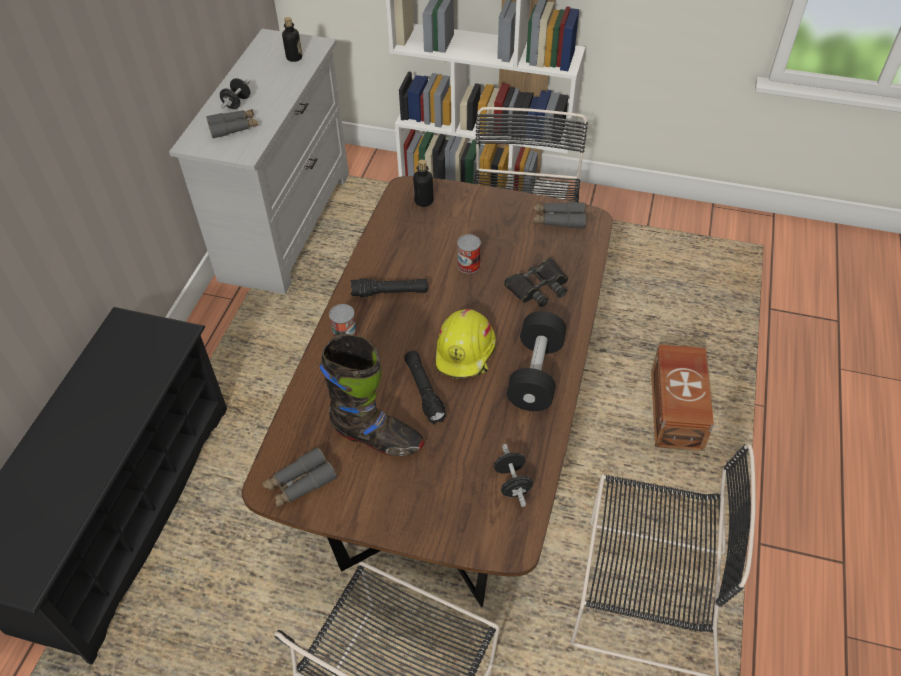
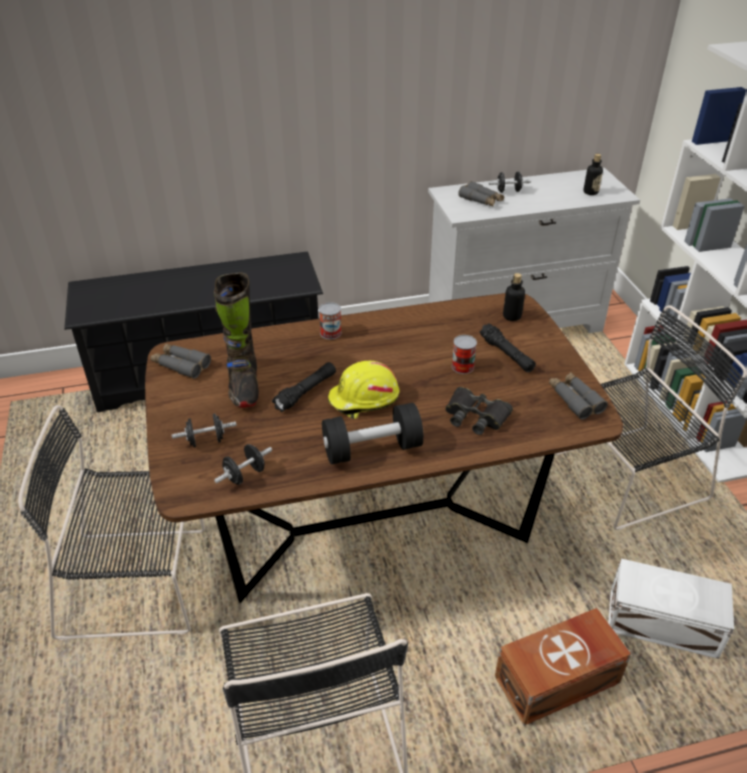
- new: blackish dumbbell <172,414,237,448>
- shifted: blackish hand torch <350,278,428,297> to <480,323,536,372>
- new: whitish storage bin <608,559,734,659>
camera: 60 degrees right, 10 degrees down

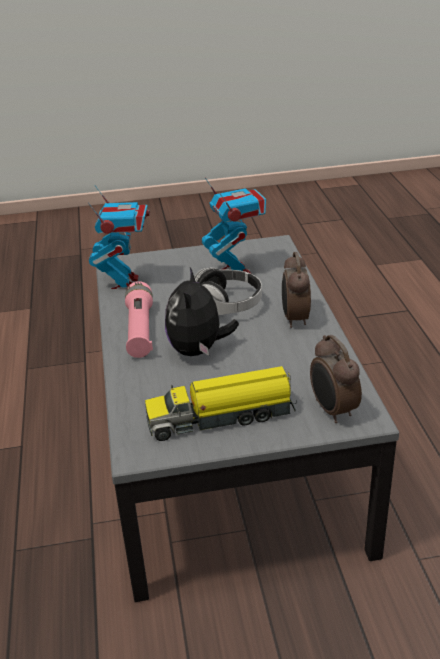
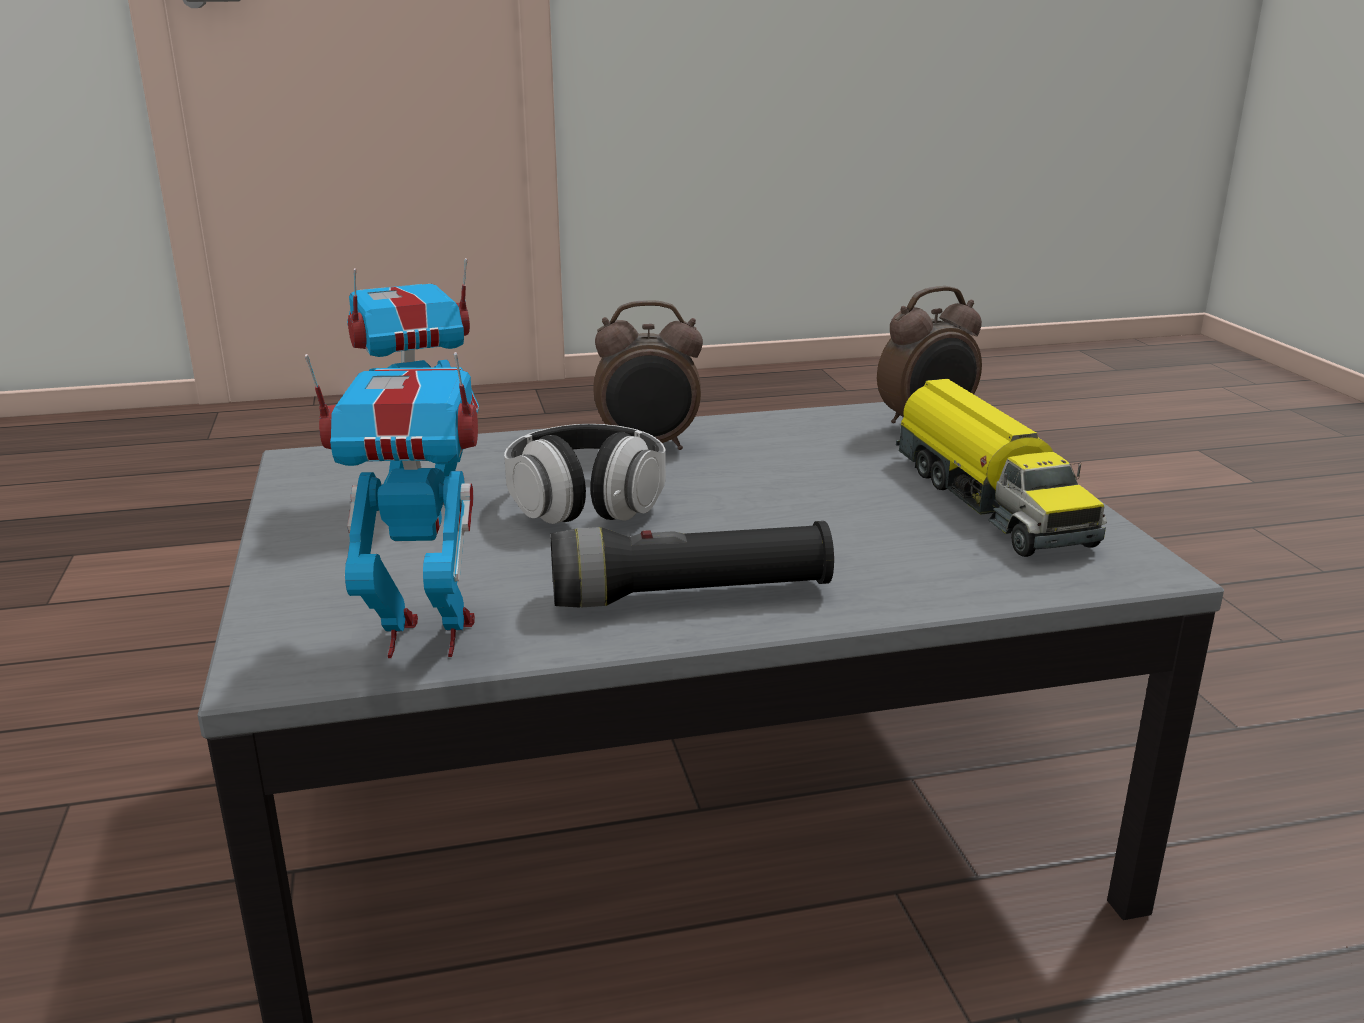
- repainted: pinkish hand torch <125,281,153,358> to blackish hand torch <551,521,834,608>
- gone: soft toy <165,267,239,356>
camera: 95 degrees left, 10 degrees down

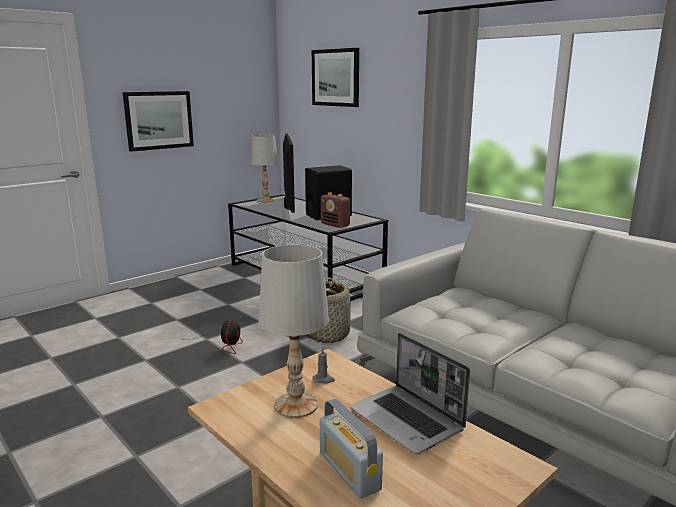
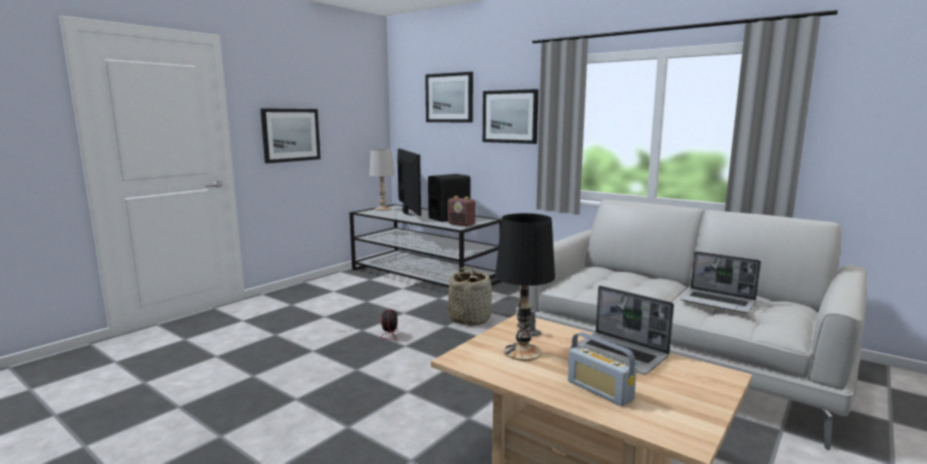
- new: picture <483,89,539,144>
- repainted: whitish lamp for a table <258,245,329,418> to blackish lamp for a table <495,213,555,361>
- new: laptop <680,251,761,313>
camera: 10 degrees left, 5 degrees down

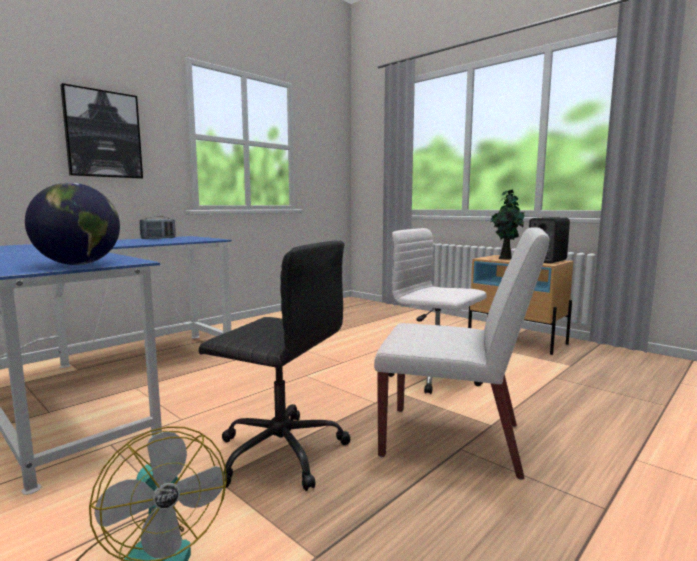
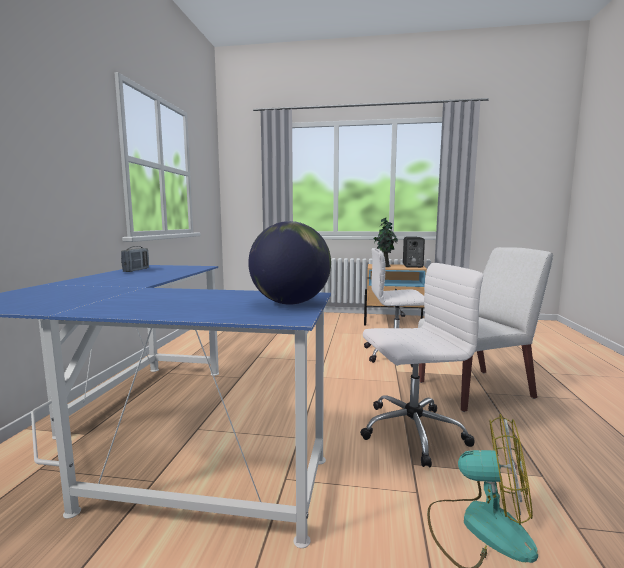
- repainted: blackish computer chair <199,241,351,491> to whitish computer chair <361,263,483,467>
- gone: picture <60,83,143,179>
camera: 35 degrees left, 0 degrees up

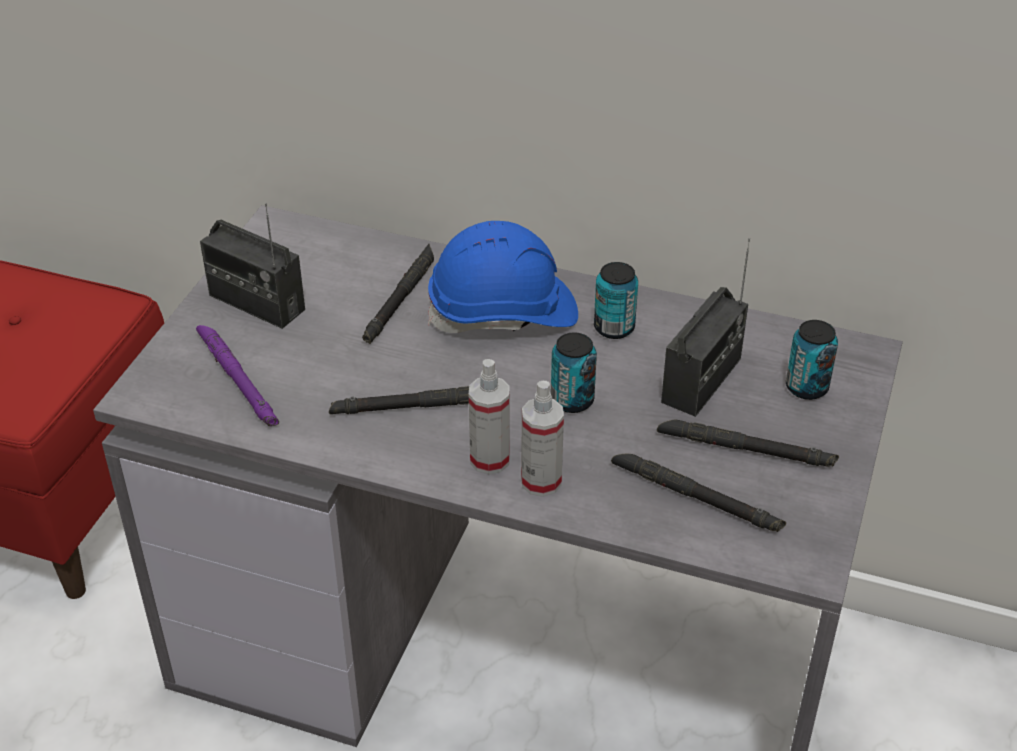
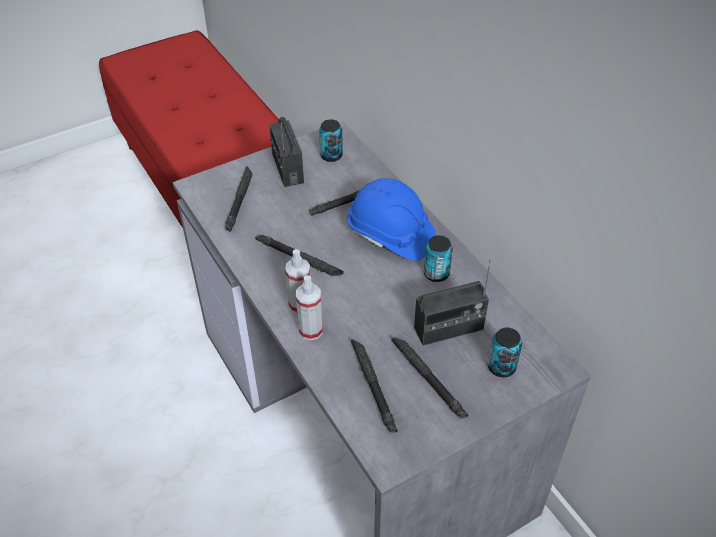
- repainted: purple-coloured hand torch <196,325,279,426> to blackish hand torch <225,166,252,232>
- shifted: metal can <551,332,597,413> to <319,119,343,162>
camera: 40 degrees right, 5 degrees up

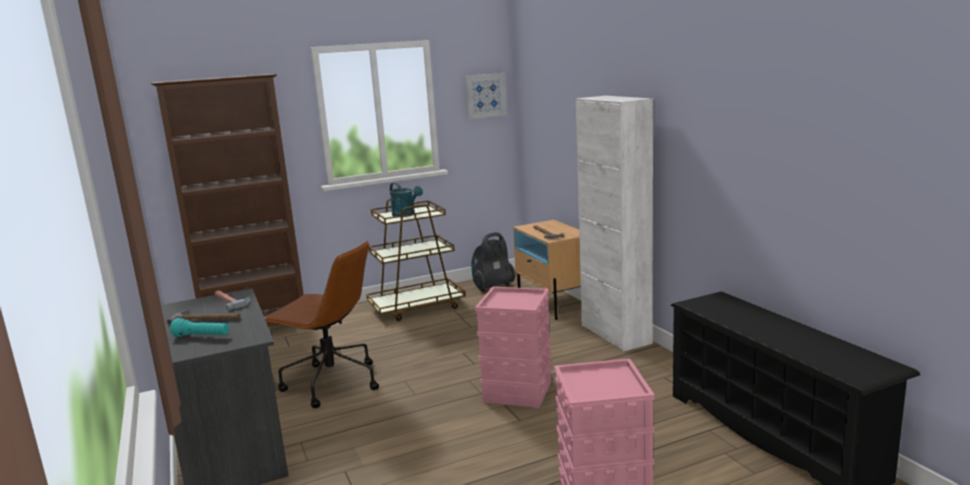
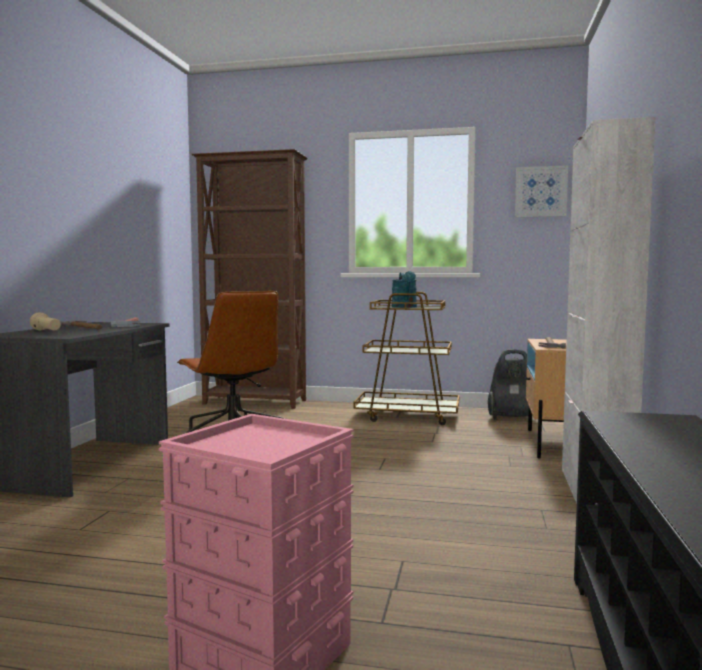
- repainted: blue-green hand torch <170,318,229,337> to sand-coloured hand torch <30,312,61,330>
- gone: pinkish storage bin <475,287,552,408>
camera: 35 degrees right, 10 degrees down

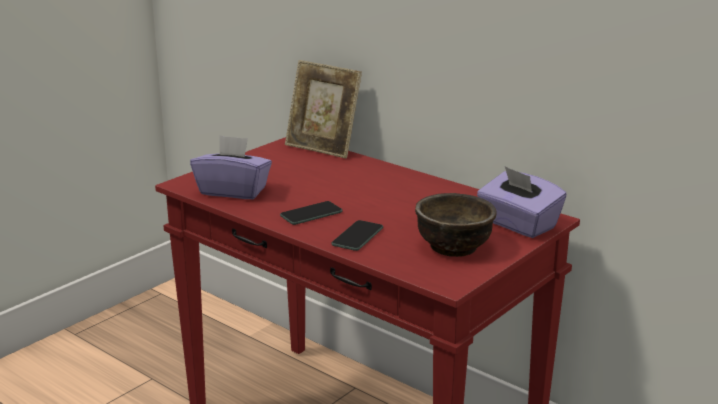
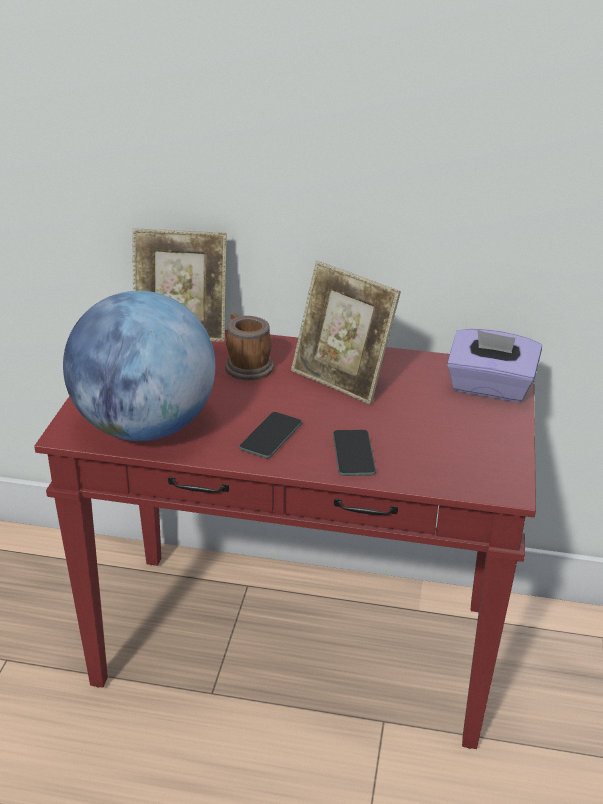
- swapped: purple-coloured box of tissues <190,135,272,199> to desk globe <63,291,215,441>
- new: coffee mug <225,313,274,380>
- new: picture frame <291,260,401,404>
- gone: brown-coloured deep dish <415,193,497,257>
camera: 30 degrees left, 10 degrees up

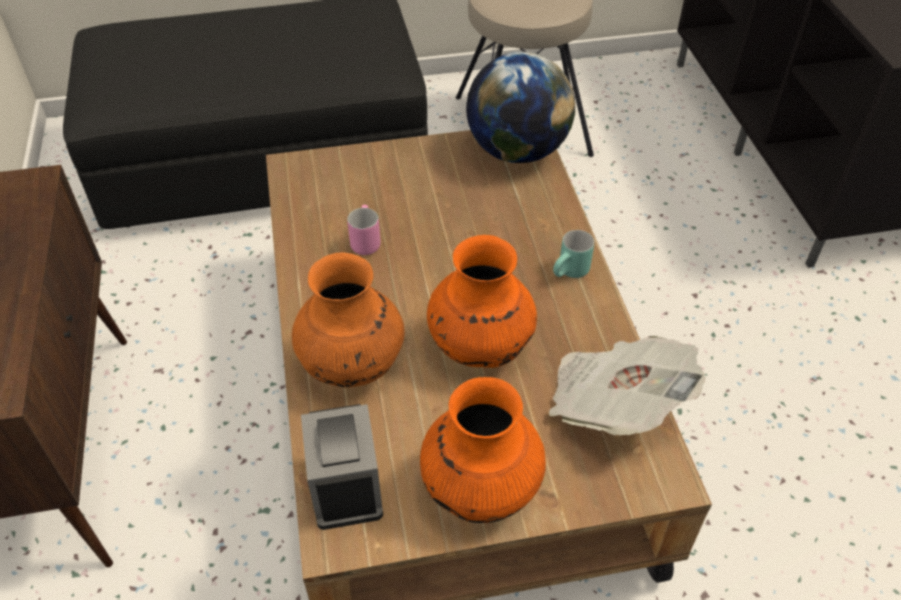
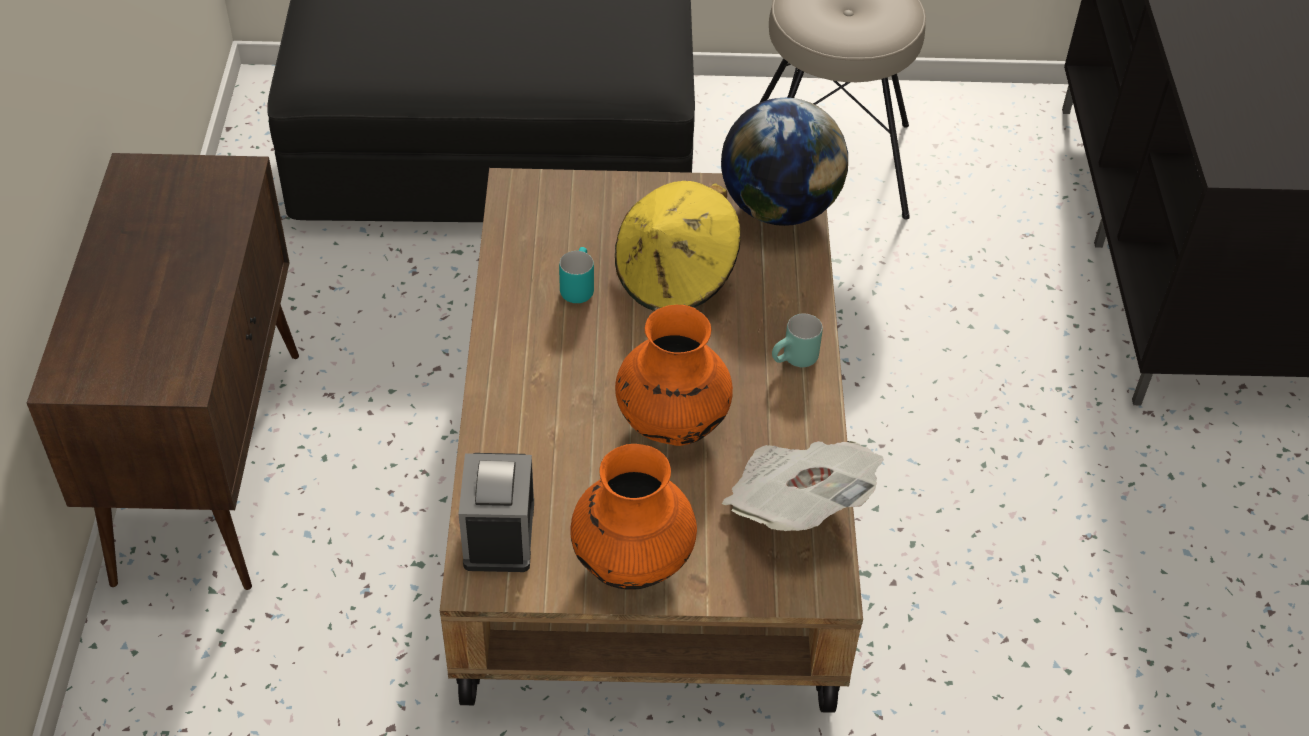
- repainted: pinkish coffee mug <347,205,381,255> to blue-green coffee mug <559,247,594,303>
- new: yellow clothing hat <615,181,741,311>
- gone: orangey decorative vase <292,253,405,387>
camera: 10 degrees right, 0 degrees up

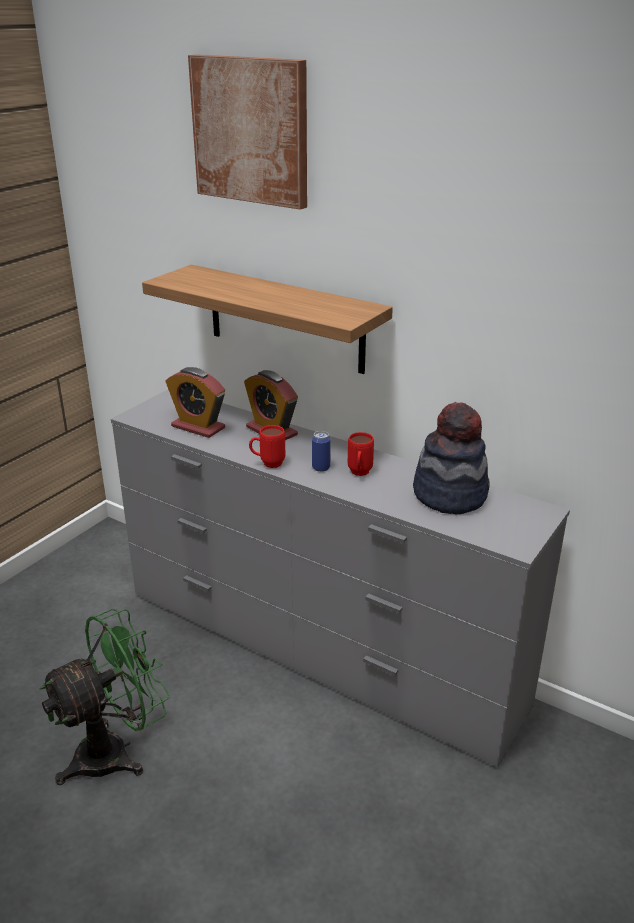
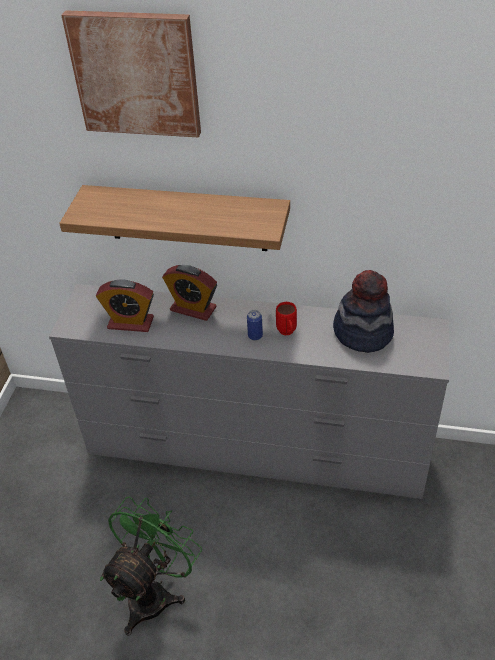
- gone: red coffee mug <249,425,285,468>
camera: 20 degrees left, 15 degrees up

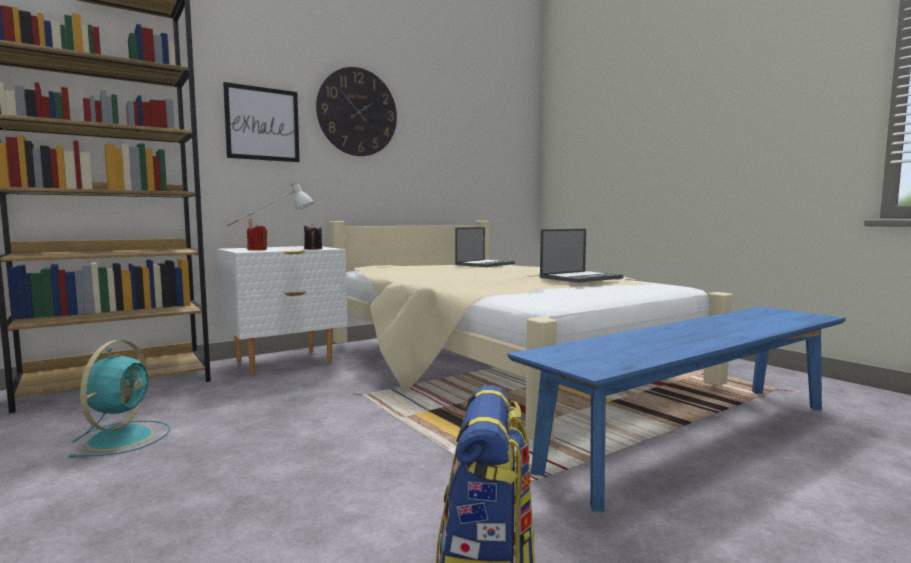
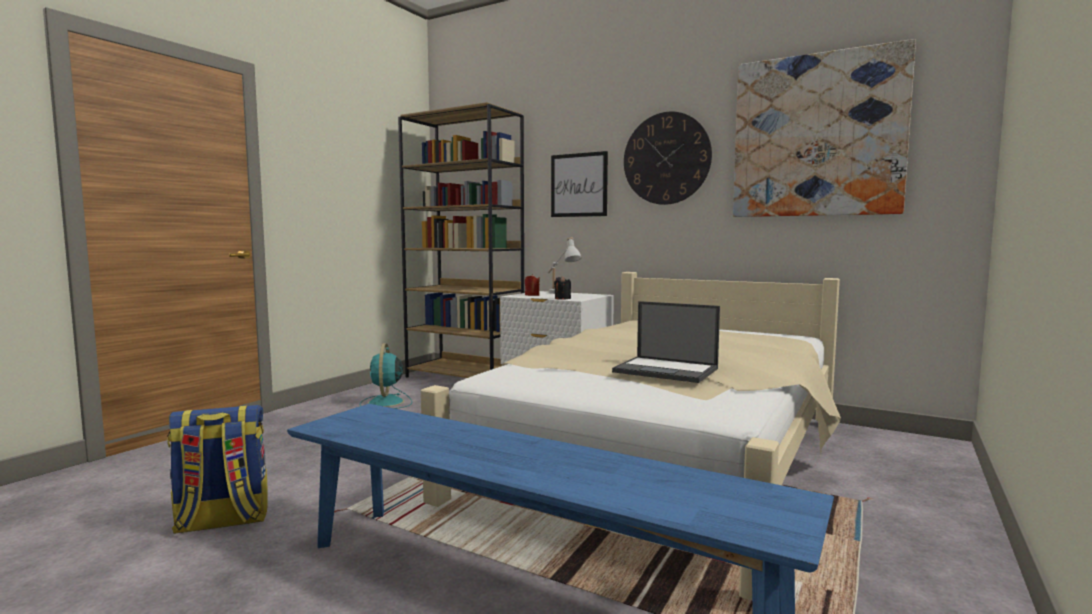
- rotated: blue-green electric fan <68,340,171,458> = <359,343,412,409> 105 degrees clockwise
- new: picture <733,39,916,217>
- gone: laptop <455,227,515,267>
camera: 65 degrees right, 0 degrees up

